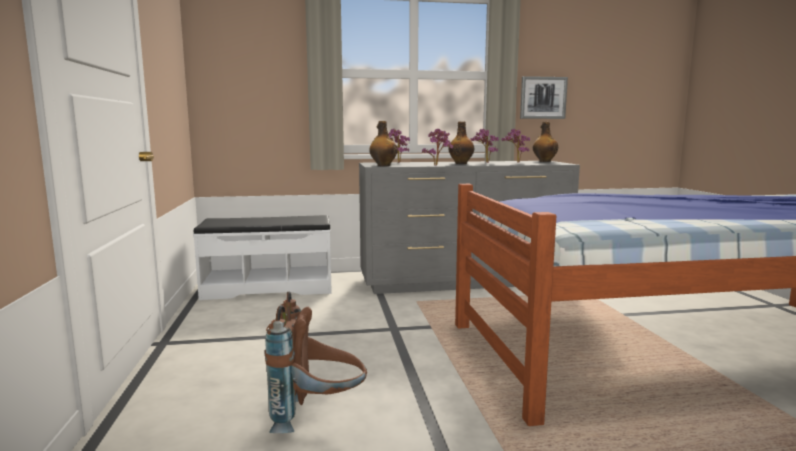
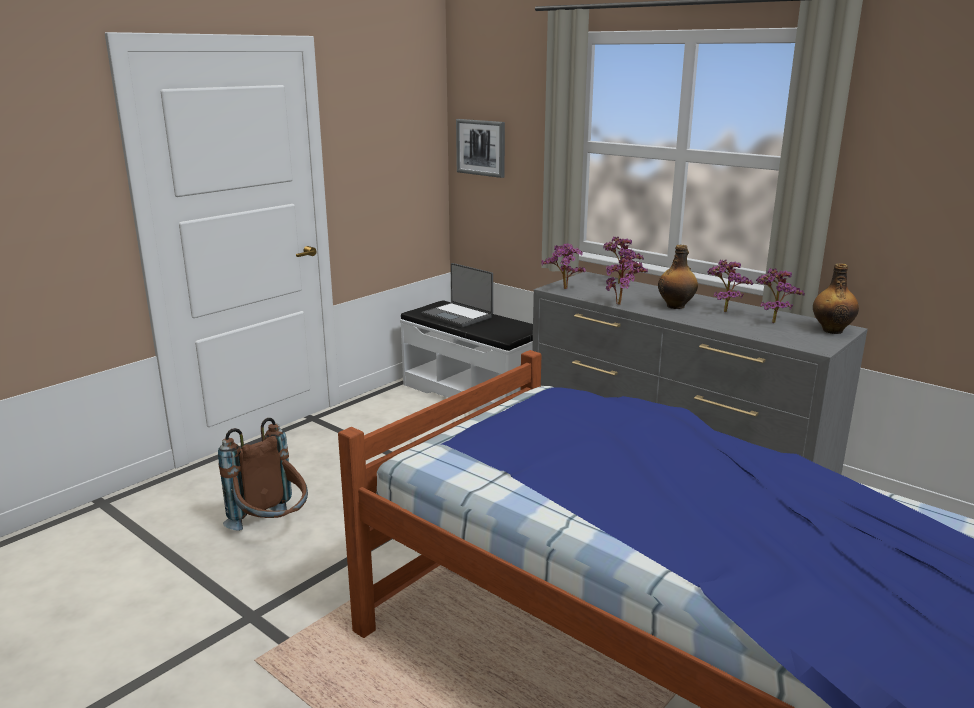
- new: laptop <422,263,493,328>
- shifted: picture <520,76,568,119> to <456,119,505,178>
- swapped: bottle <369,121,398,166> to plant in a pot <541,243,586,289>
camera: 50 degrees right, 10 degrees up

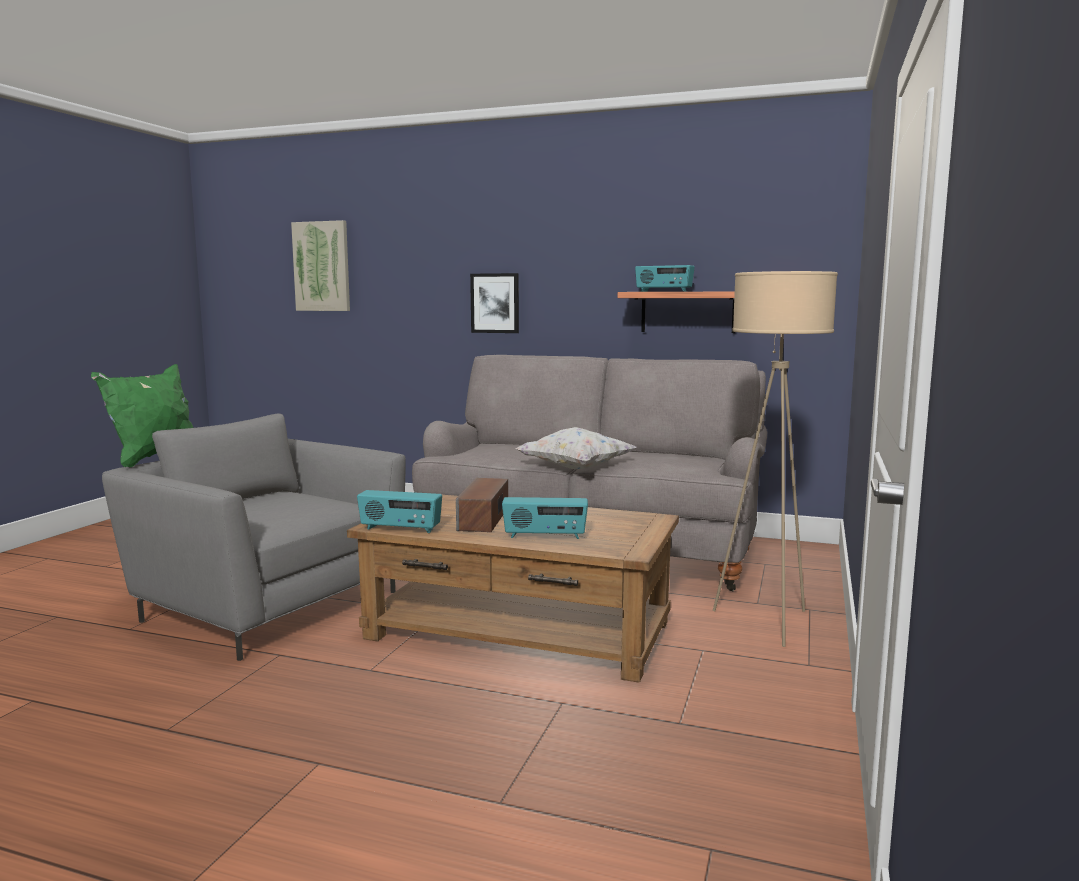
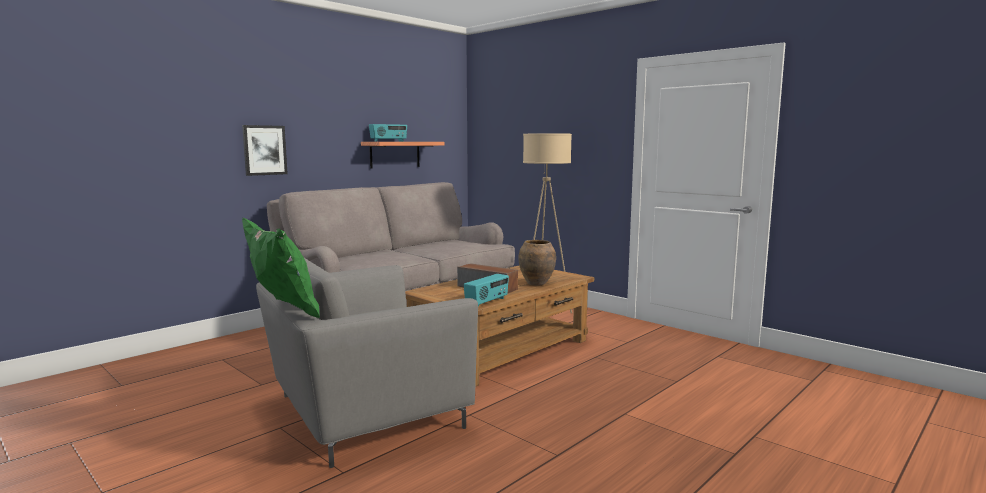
- swapped: radio <502,497,588,539> to brown-coloured decorative vase <519,240,556,285>
- gone: picture <291,220,350,311>
- gone: whitish throw pillow <516,427,637,470>
camera: 65 degrees left, 0 degrees up

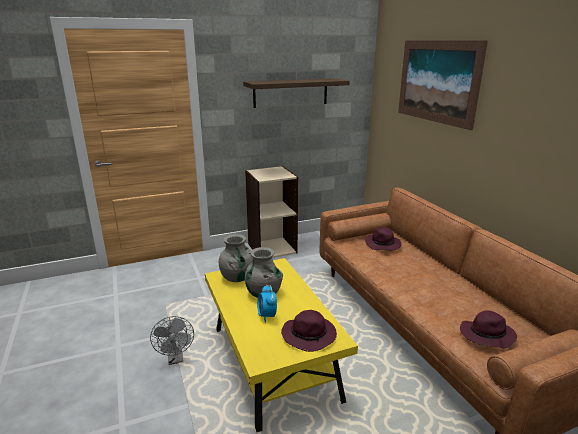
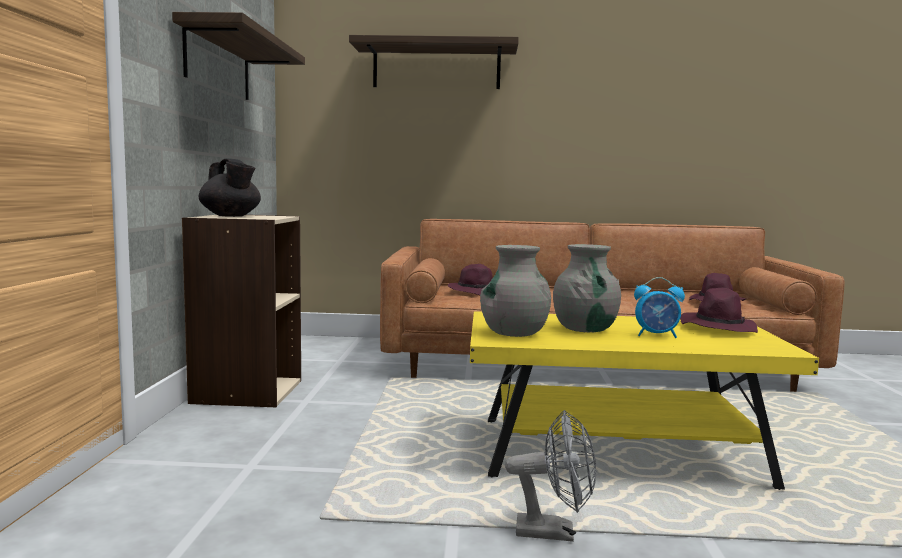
- new: blackish pot for tea <198,159,261,217>
- swapped: picture <398,40,488,130> to bracket shelf <349,35,519,89>
camera: 65 degrees left, 15 degrees down

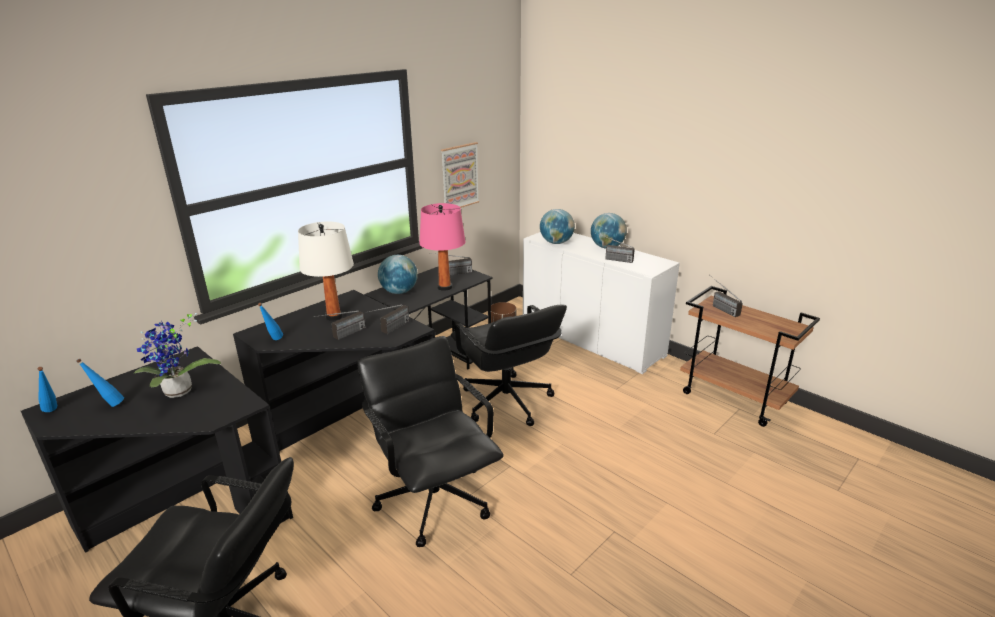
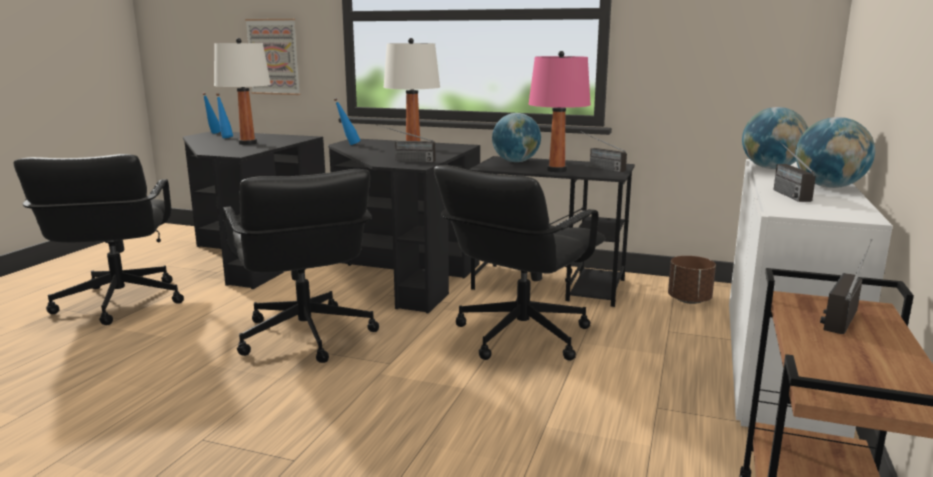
- swapped: plant in a pot <134,313,221,398> to whitish lamp for a table <214,38,271,145>
- rotated: blackish computer chair <357,336,504,547> = <223,169,379,363> 120 degrees clockwise
- shifted: picture <441,142,479,208> to <245,19,300,95>
- gone: radio <313,311,366,340>
camera: 65 degrees right, 10 degrees down

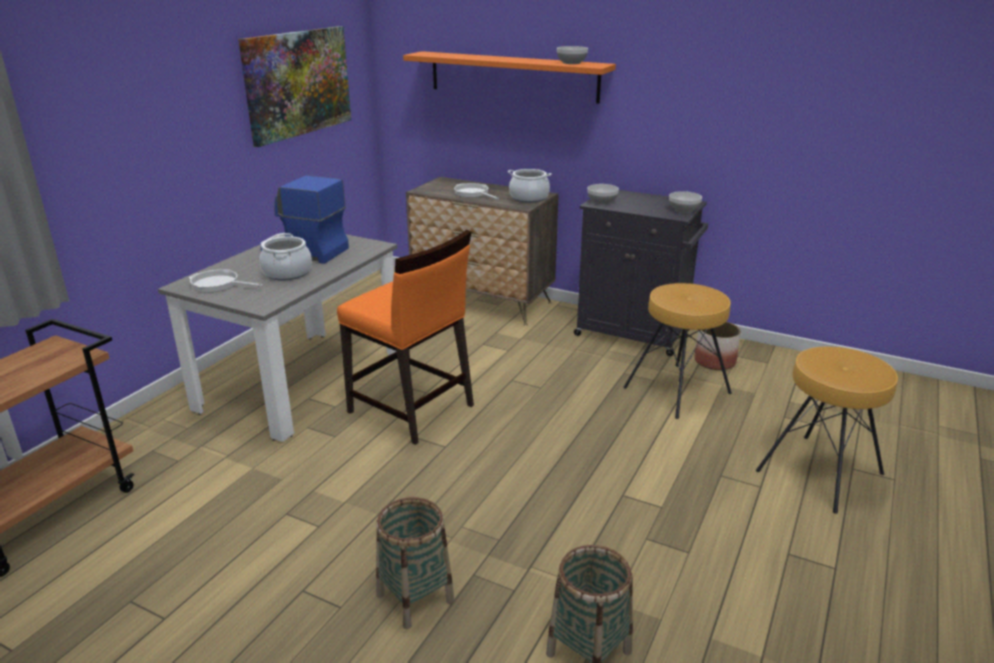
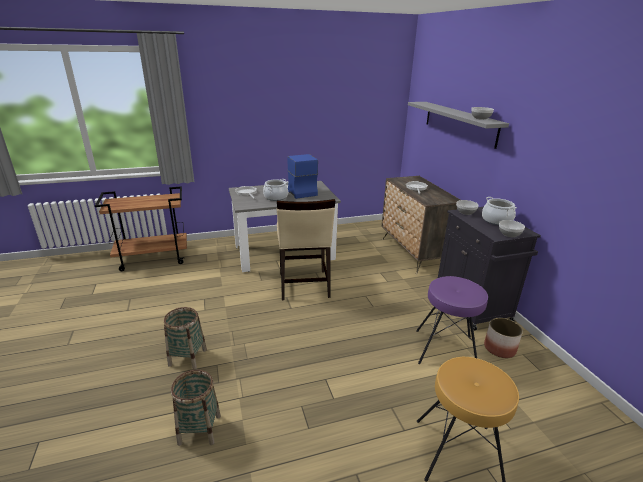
- repainted: orangey upright chair <337,230,474,445> to sand-coloured upright chair <277,199,335,300>
- repainted: orangey bracket shelf <403,51,616,104> to greyish bracket shelf <408,102,509,149>
- repainted: brown-coloured stool <623,283,732,419> to purple-coloured stool <416,276,488,364>
- shifted: stockpot <508,169,552,203> to <482,197,517,225>
- gone: picture <238,26,351,147>
camera: 45 degrees right, 0 degrees up

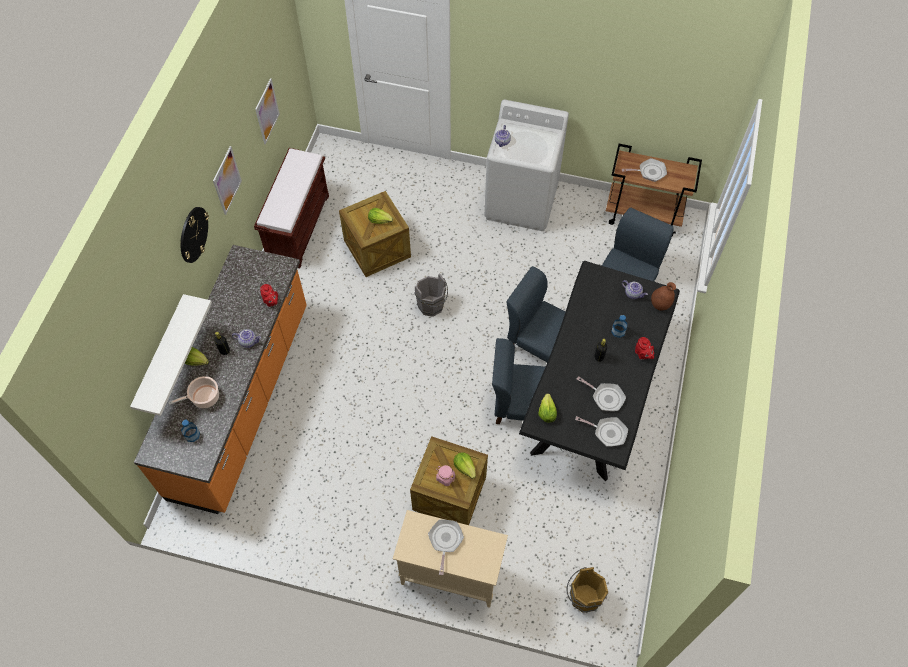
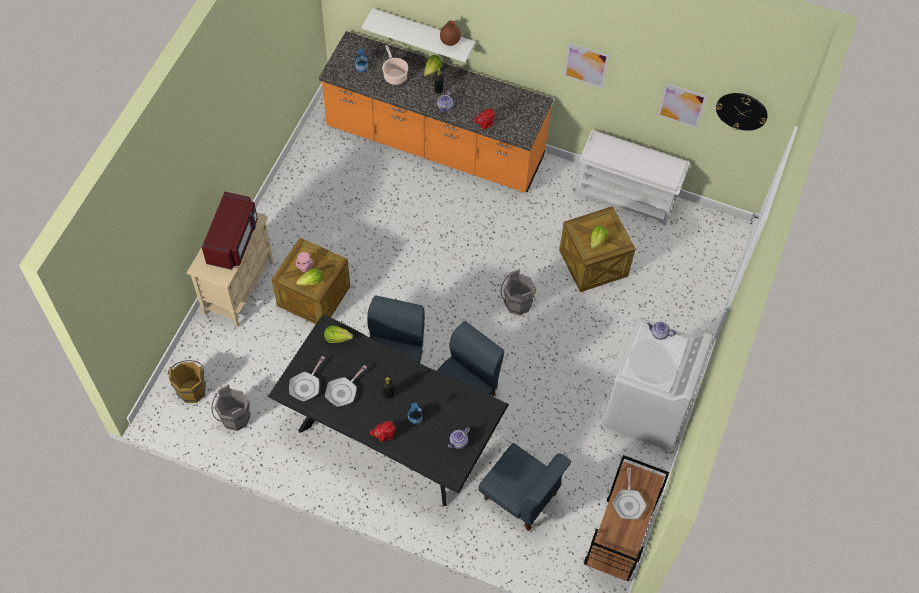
- swapped: frying pan <428,520,464,575> to red microwave <202,192,258,270>
- new: greyish bucket <212,385,251,431>
- shifted: brown-coloured decorative vase <651,282,676,311> to <440,20,461,46>
- repainted: brown-coloured bench <254,148,329,268> to whitish bench <576,130,690,225>
- shifted: clock on the wall <180,207,209,263> to <716,93,768,131>
camera: 95 degrees right, 0 degrees up

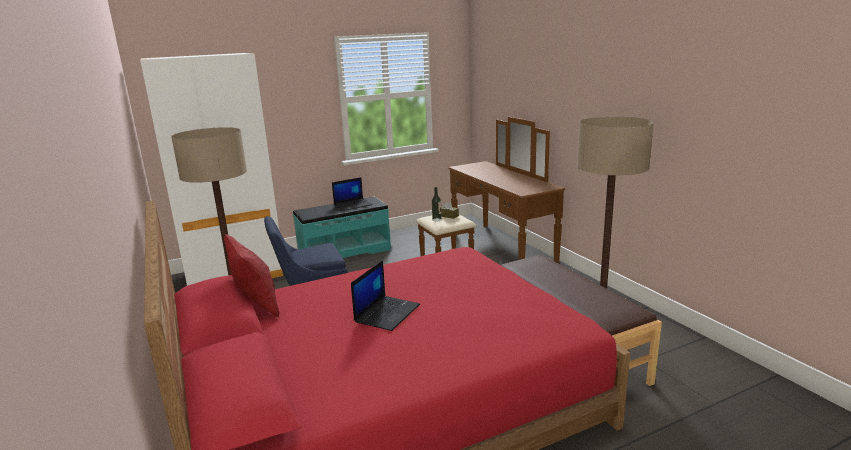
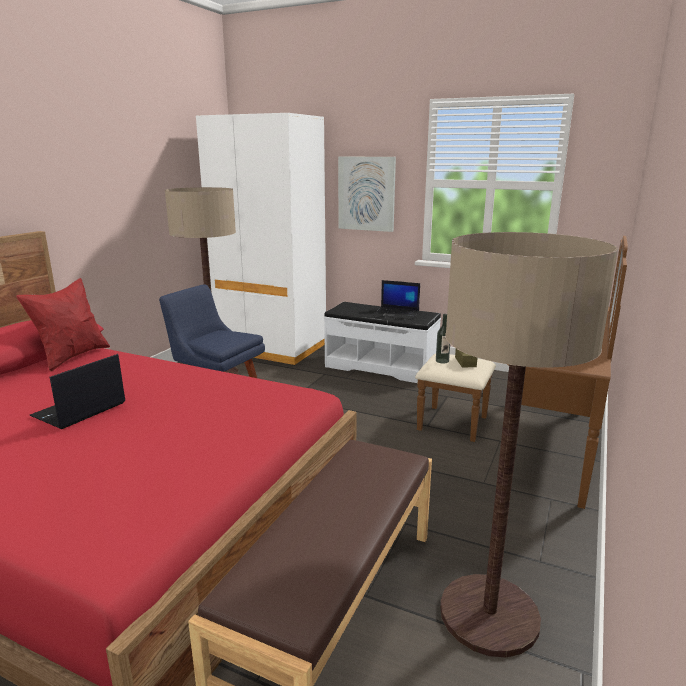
- rotated: laptop <351,260,420,331> = <29,354,125,429> 135 degrees clockwise
- repainted: blue-green bench <293,197,391,258> to whitish bench <324,302,441,383>
- new: picture <338,157,396,232>
camera: 50 degrees right, 0 degrees up

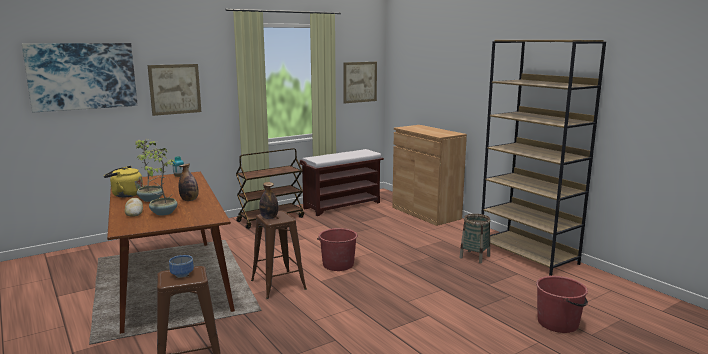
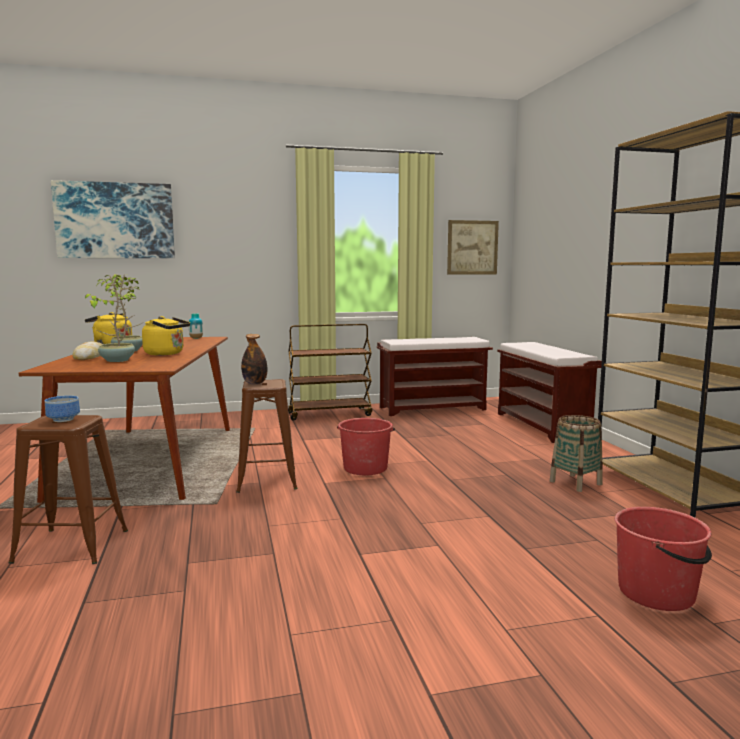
- swapped: bottle <178,163,199,201> to yellow tea kettle <142,316,190,355>
- swapped: brown-coloured cabinet <392,125,467,226> to brown-coloured bench <497,342,602,443>
- gone: picture <148,64,201,116>
camera: 20 degrees right, 5 degrees down

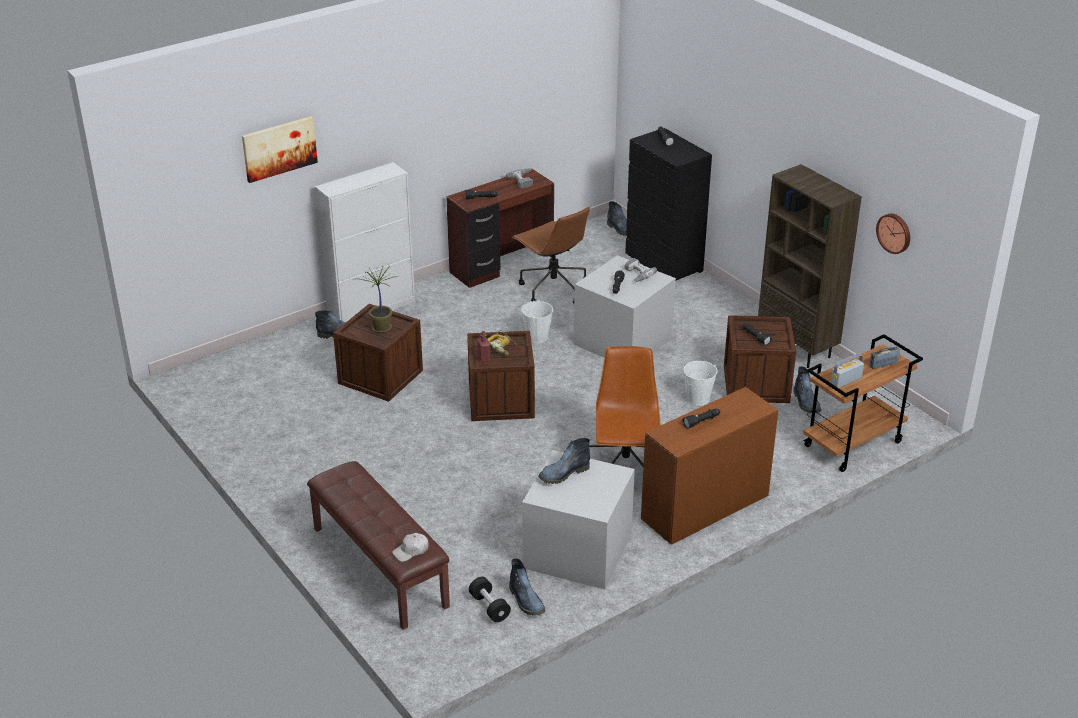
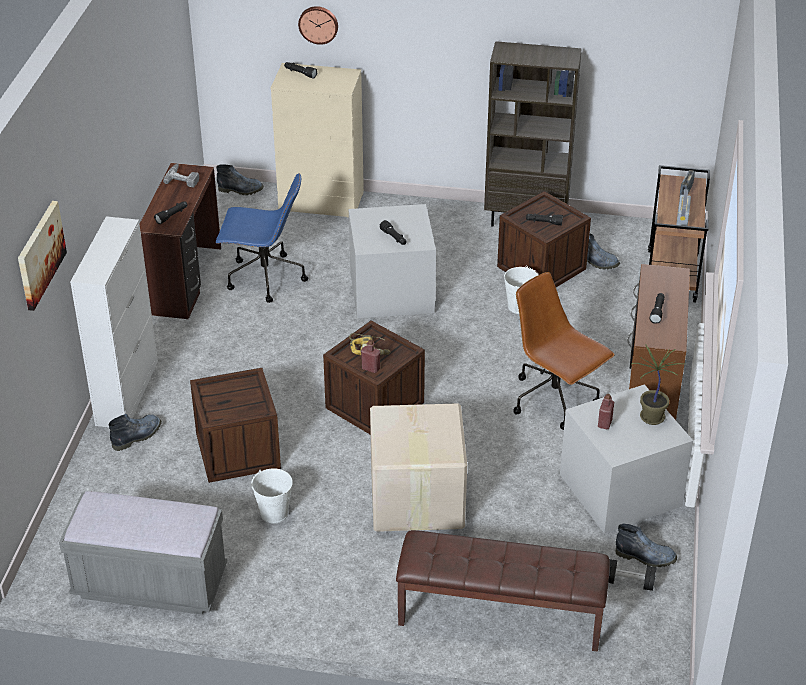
- new: greyish bench <59,491,227,615>
- repainted: brown-coloured computer chair <512,207,590,304> to blue-coloured computer chair <216,173,308,303>
- shifted: whitish bucket <521,300,553,344> to <251,468,293,524>
- repainted: blackish drawer chest <625,128,712,280> to sand-coloured drawer chest <271,63,364,218>
- shifted: clock on the wall <876,214,910,254> to <298,6,338,45>
- new: cardboard box <370,403,467,532>
- swapped: tall boot <538,438,590,484> to red bottle <598,394,614,429>
- shifted: plant in a pot <352,267,398,333> to <631,344,682,425>
- gone: whitish peaked cap <392,533,429,562>
- gone: electric drill <625,258,657,282>
camera: 45 degrees left, 5 degrees up

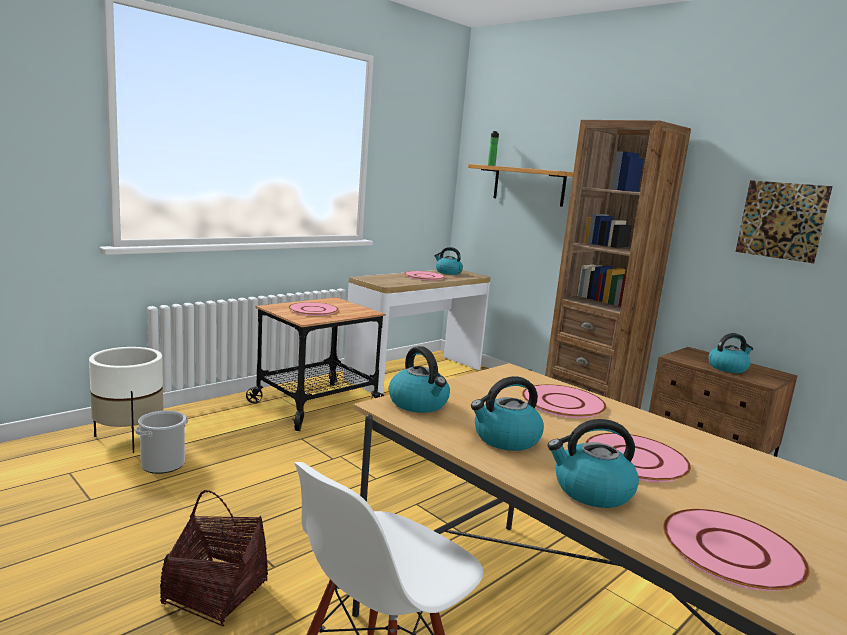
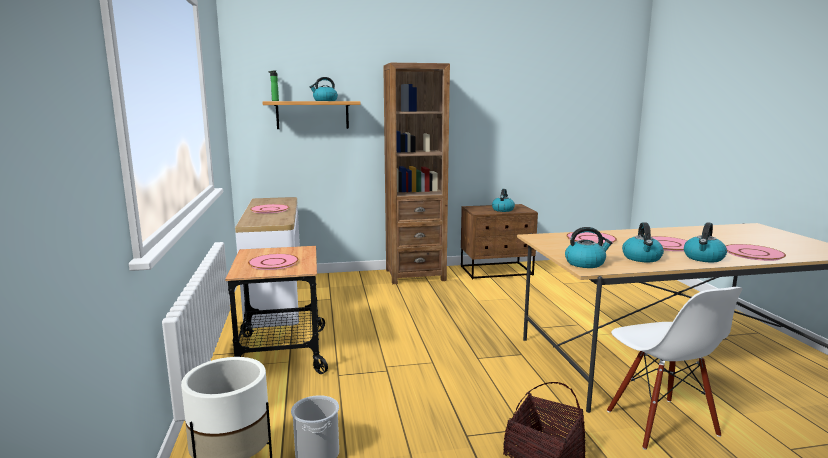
- shifted: tea kettle <434,247,463,275> to <310,77,338,101>
- gone: picture <735,180,833,263>
camera: 55 degrees left, 0 degrees up

